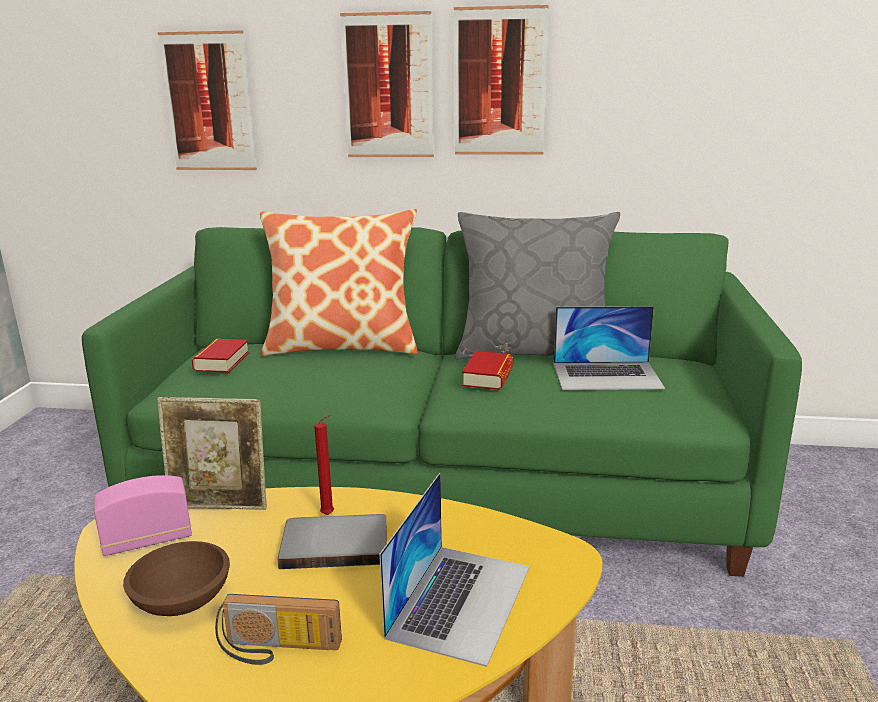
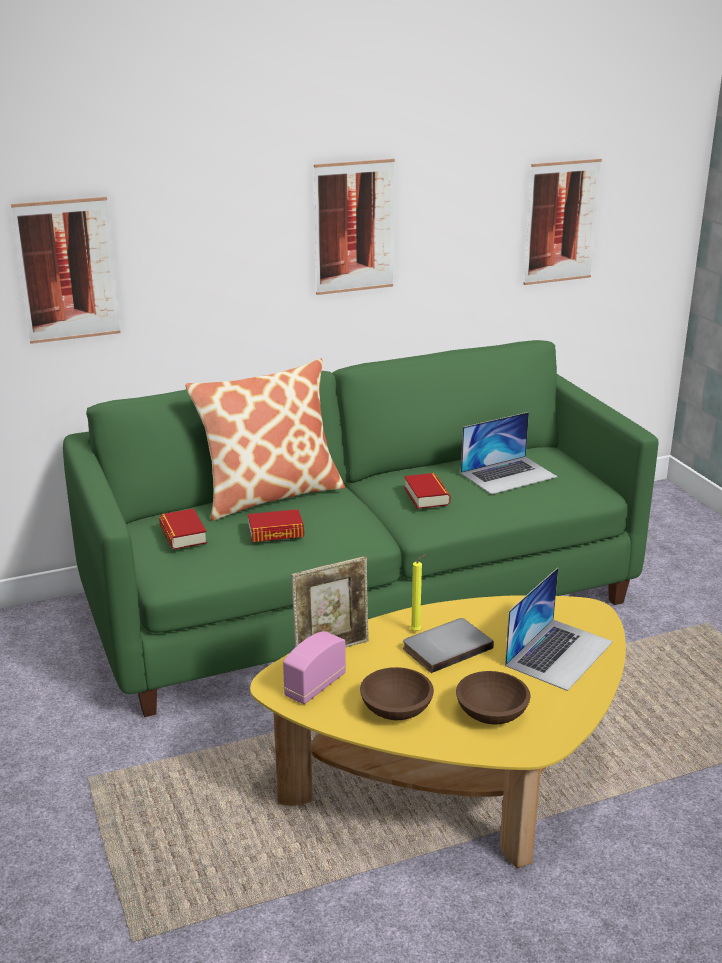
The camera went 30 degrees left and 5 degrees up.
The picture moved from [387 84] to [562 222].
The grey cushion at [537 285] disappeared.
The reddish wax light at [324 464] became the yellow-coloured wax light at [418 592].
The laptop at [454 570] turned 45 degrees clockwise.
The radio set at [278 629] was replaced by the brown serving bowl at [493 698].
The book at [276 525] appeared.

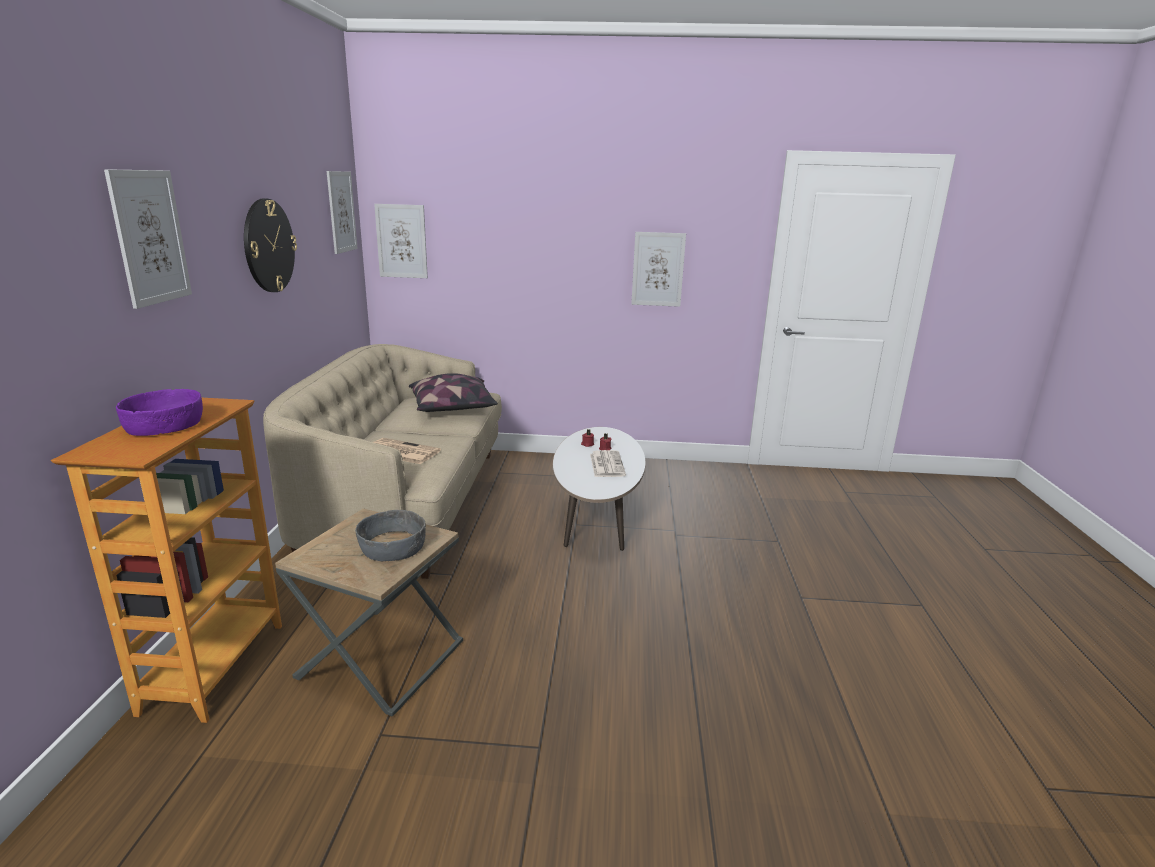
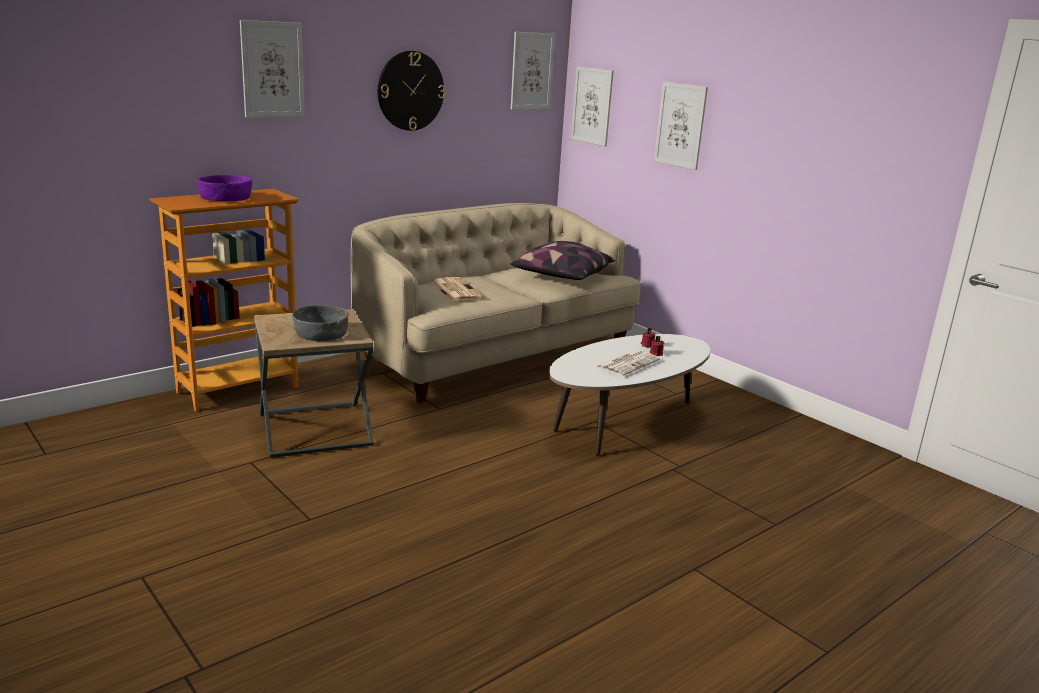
The camera went 45 degrees right and 0 degrees up.
The picture moved from [658 269] to [681 126].

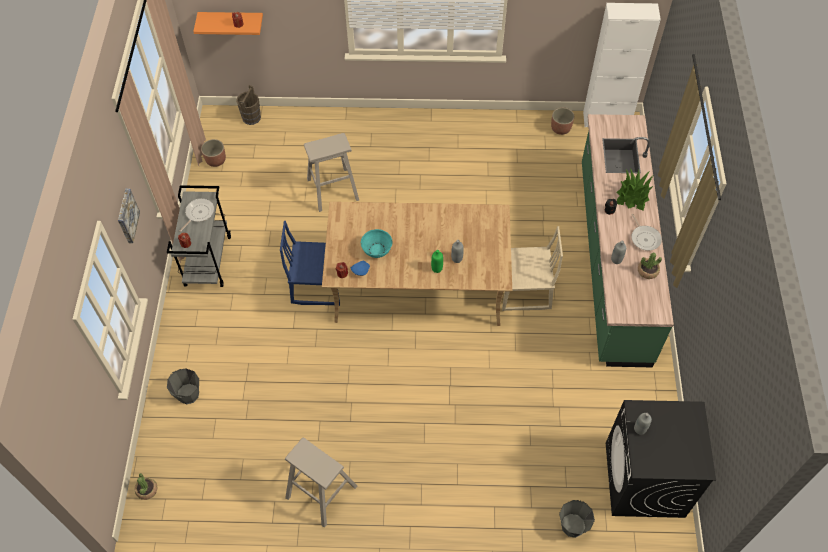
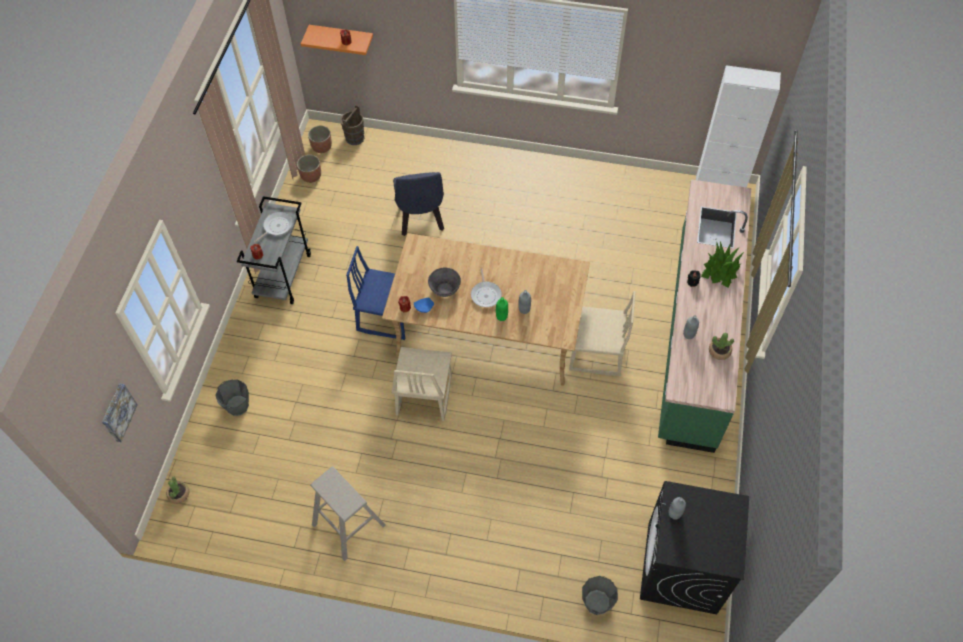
The camera went 10 degrees right and 0 degrees up.
The flower pot moved from [562 121] to [320 139].
The sand-coloured sitting stool at [331 172] was replaced by the bluish chair at [418 204].
The picture moved from [129 216] to [120 412].
The pan moved from [646 232] to [486 287].
The turquoise-coloured serving bowl at [376 243] became the grey serving bowl at [444 282].
The sand-coloured chair at [422 384] appeared.

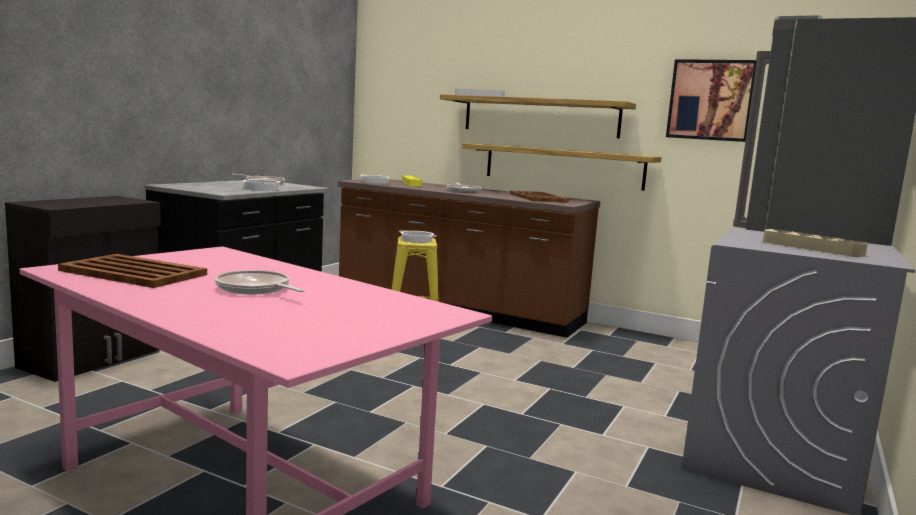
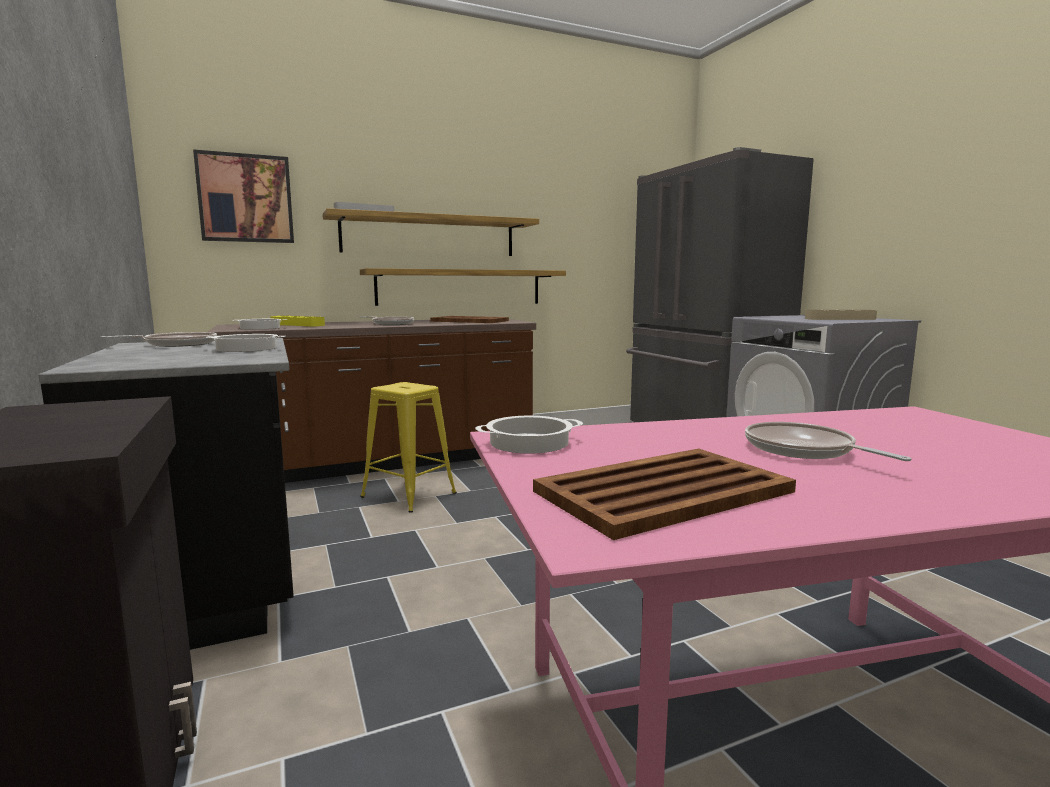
The camera went 50 degrees left and 0 degrees up.
The picture moved from [711 100] to [243 196].
The saucepot moved from [417 236] to [529 434].
The pan at [260 282] turned 75 degrees clockwise.

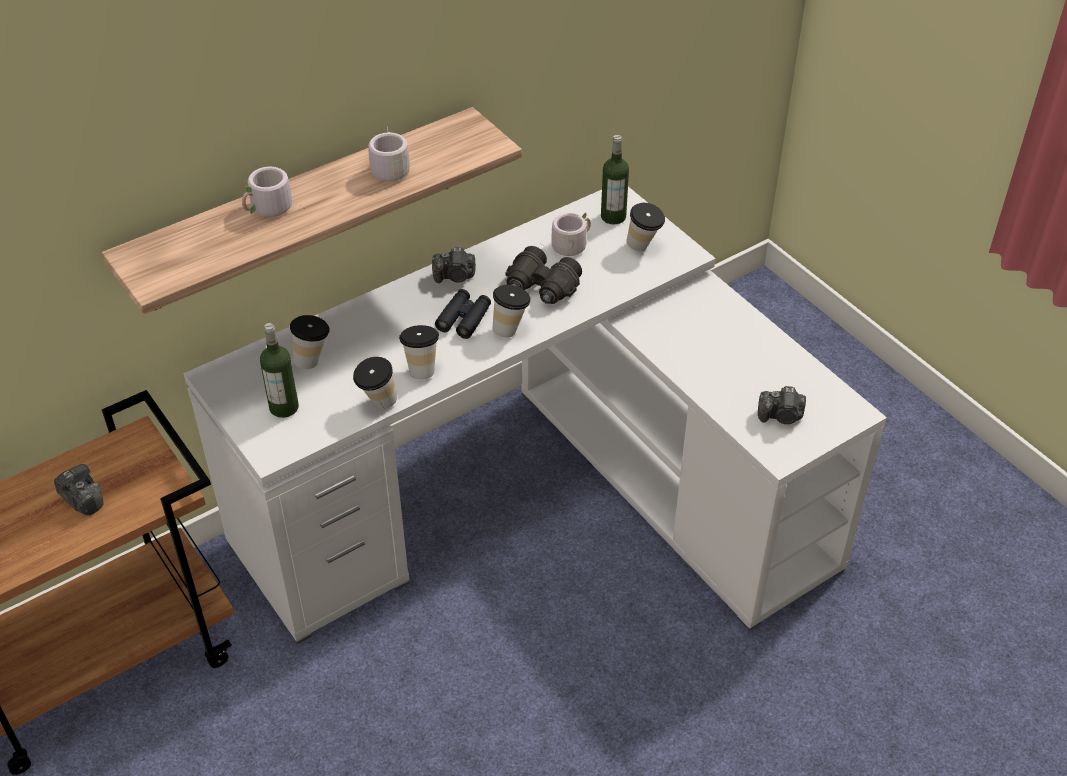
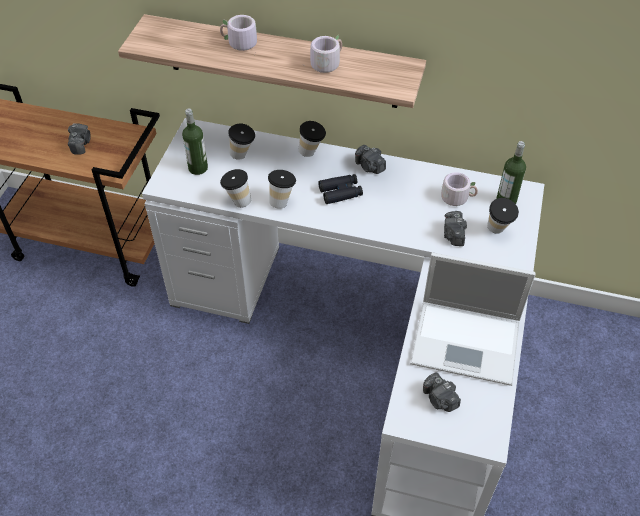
The camera went 50 degrees right and 5 degrees up.
The blackish field glasses at [543 275] disappeared.
The drinking cup moved from [511 311] to [312 139].
The still camera at [455 228] appeared.
The laptop at [473 319] appeared.

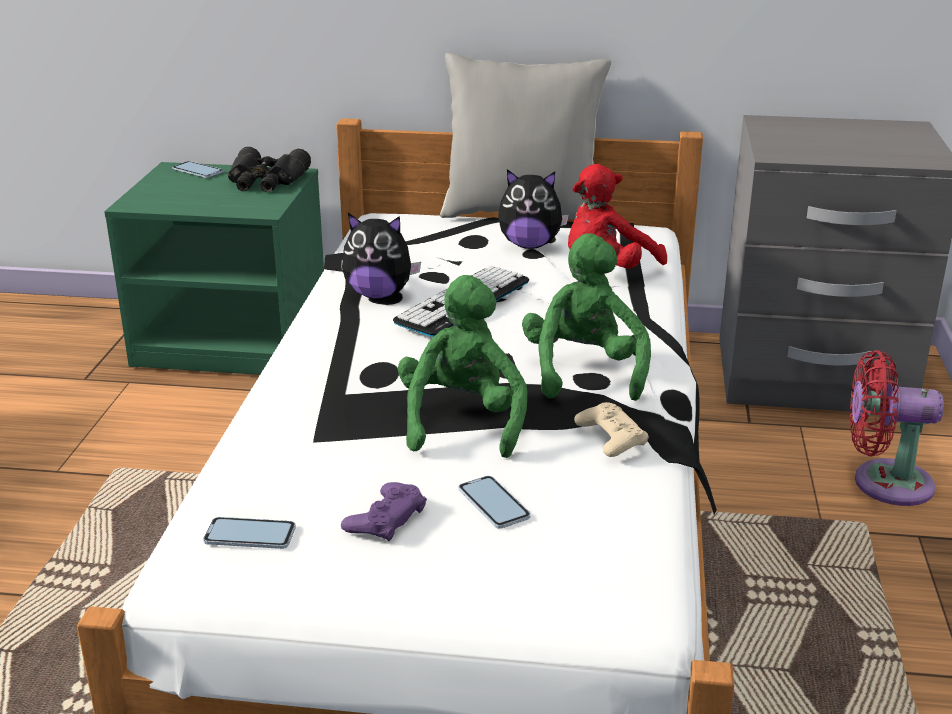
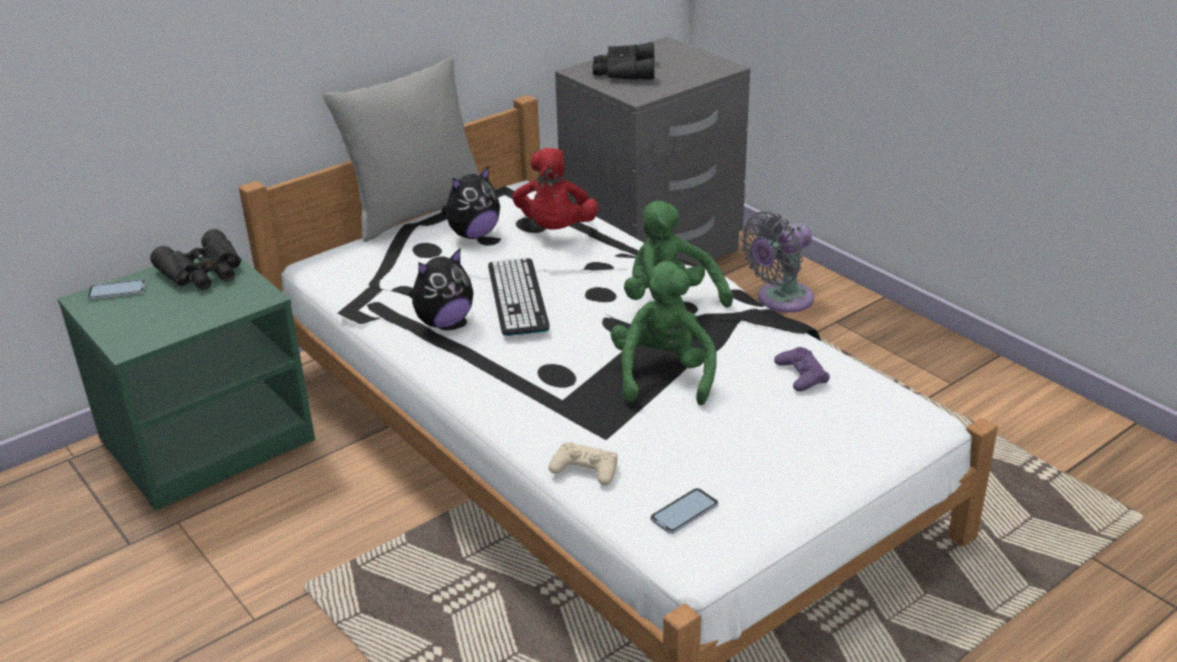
The camera went 45 degrees left and 5 degrees up.
The green-coloured plush toy at [462 366] turned 45 degrees clockwise.
The reddish cooling fan at [897 428] became the grey cooling fan at [777 262].
The sand-coloured gamepad moved from [611 429] to [583 463].
The telephone at [494 502] disappeared.
The purple gamepad moved from [384 511] to [802 369].
The blackish field glasses at [624 61] appeared.

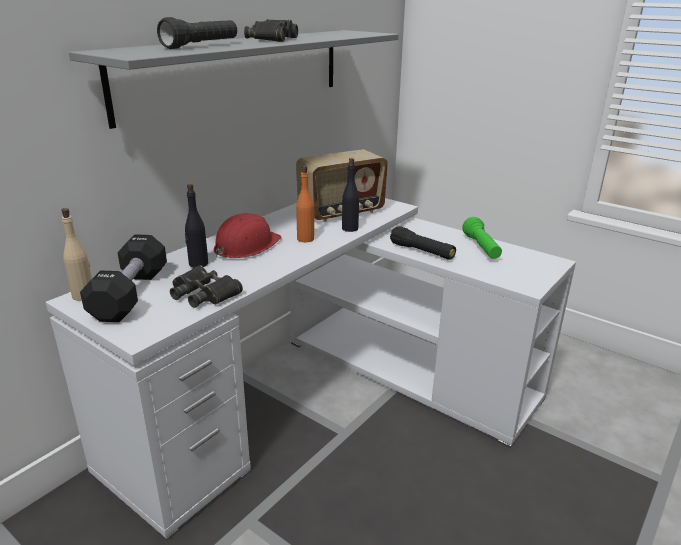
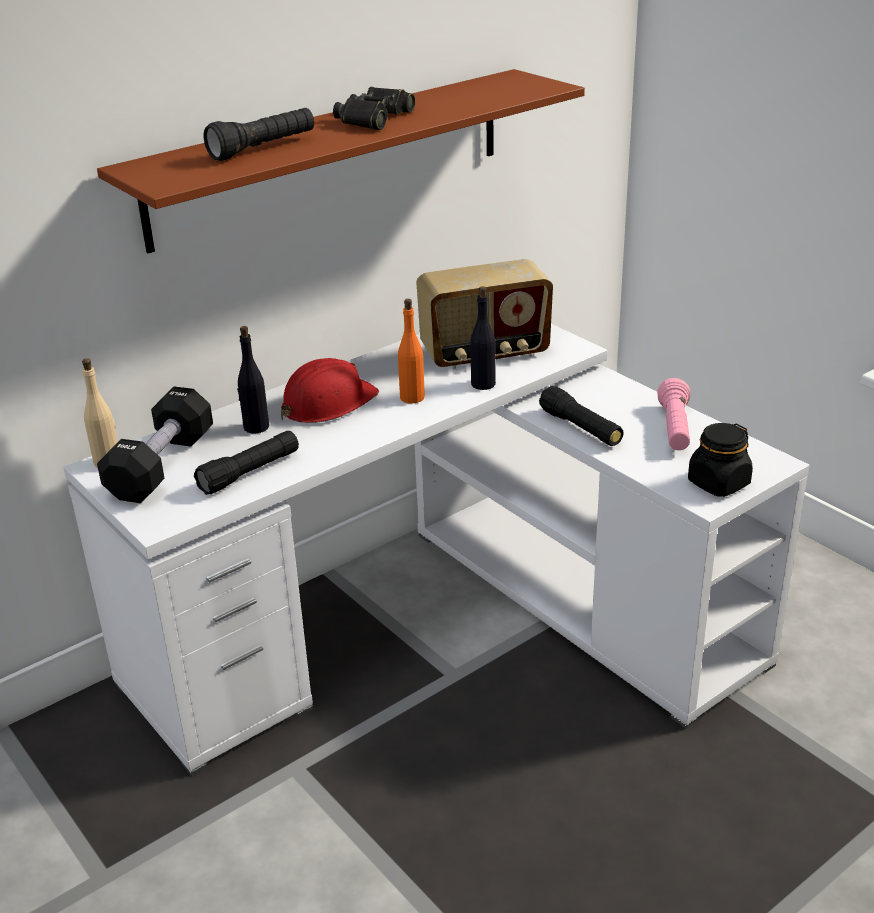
The camera went 15 degrees right and 5 degrees up.
The grey bracket shelf at [234 79] became the brown bracket shelf at [341 161].
The green-coloured hand torch at [482 238] became the pinkish hand torch at [673 414].
The blackish field glasses at [206 286] was replaced by the blackish hand torch at [246 463].
The blackish preserve jar at [720 460] appeared.

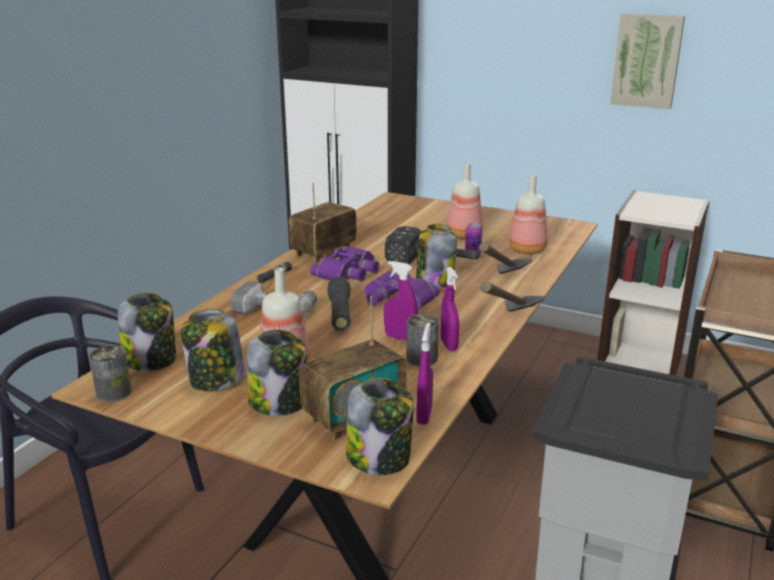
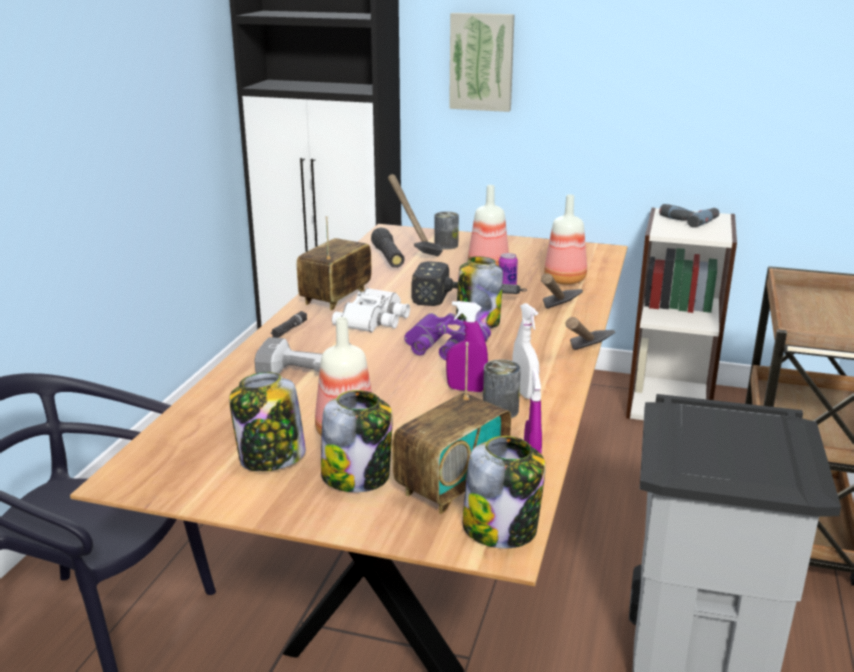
The camera went 10 degrees left and 0 degrees up.
The picture moved from [647 61] to [482 62].
The purple field glasses at [345 264] became the white field glasses at [371 310].
The purple hand sprayer at [450 309] became the white hand sprayer at [525 351].
The blackish hand torch moved from [339 303] to [388 247].
The preserve jar at [147 332] disappeared.
The metal can moved from [110 373] to [447 231].
The hammer at [415 215] appeared.
The drill at [689 216] appeared.

